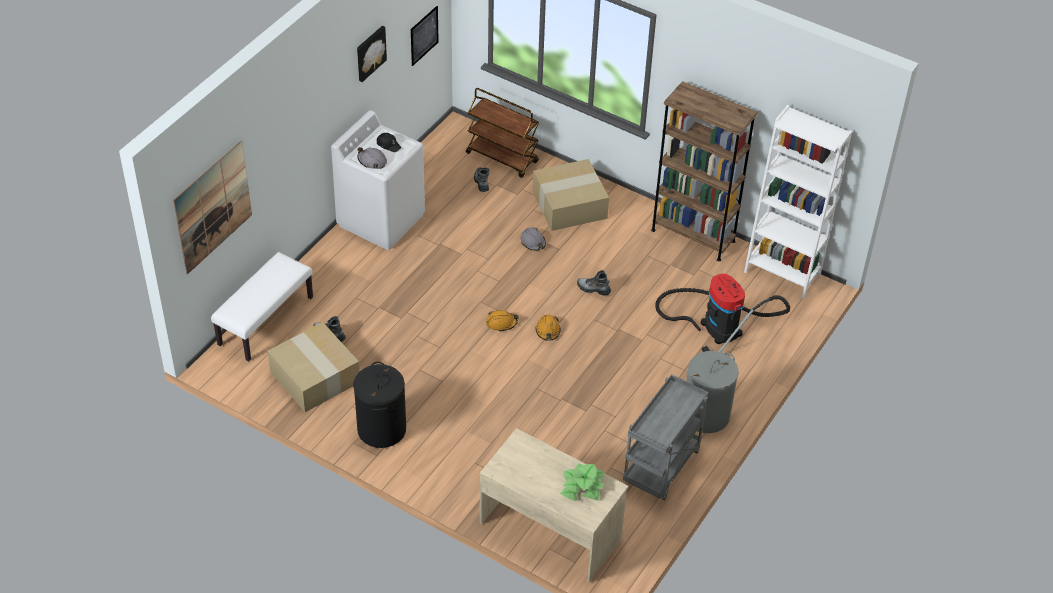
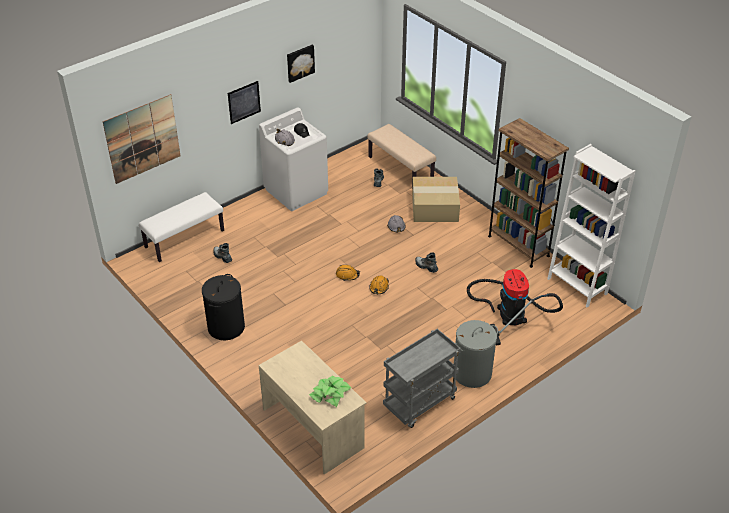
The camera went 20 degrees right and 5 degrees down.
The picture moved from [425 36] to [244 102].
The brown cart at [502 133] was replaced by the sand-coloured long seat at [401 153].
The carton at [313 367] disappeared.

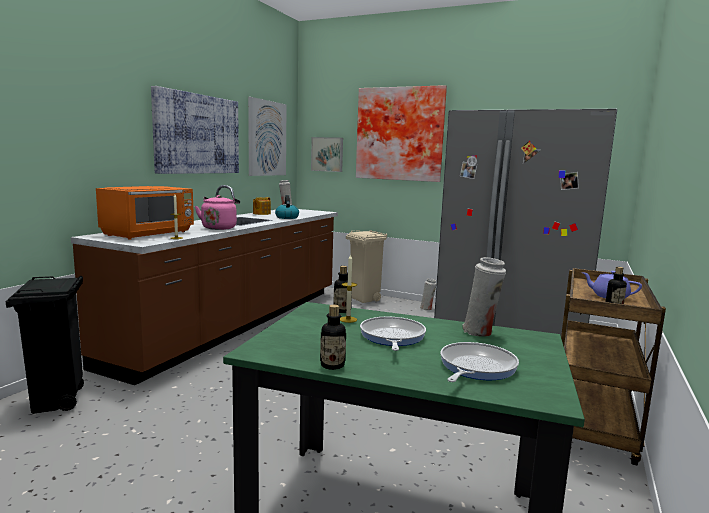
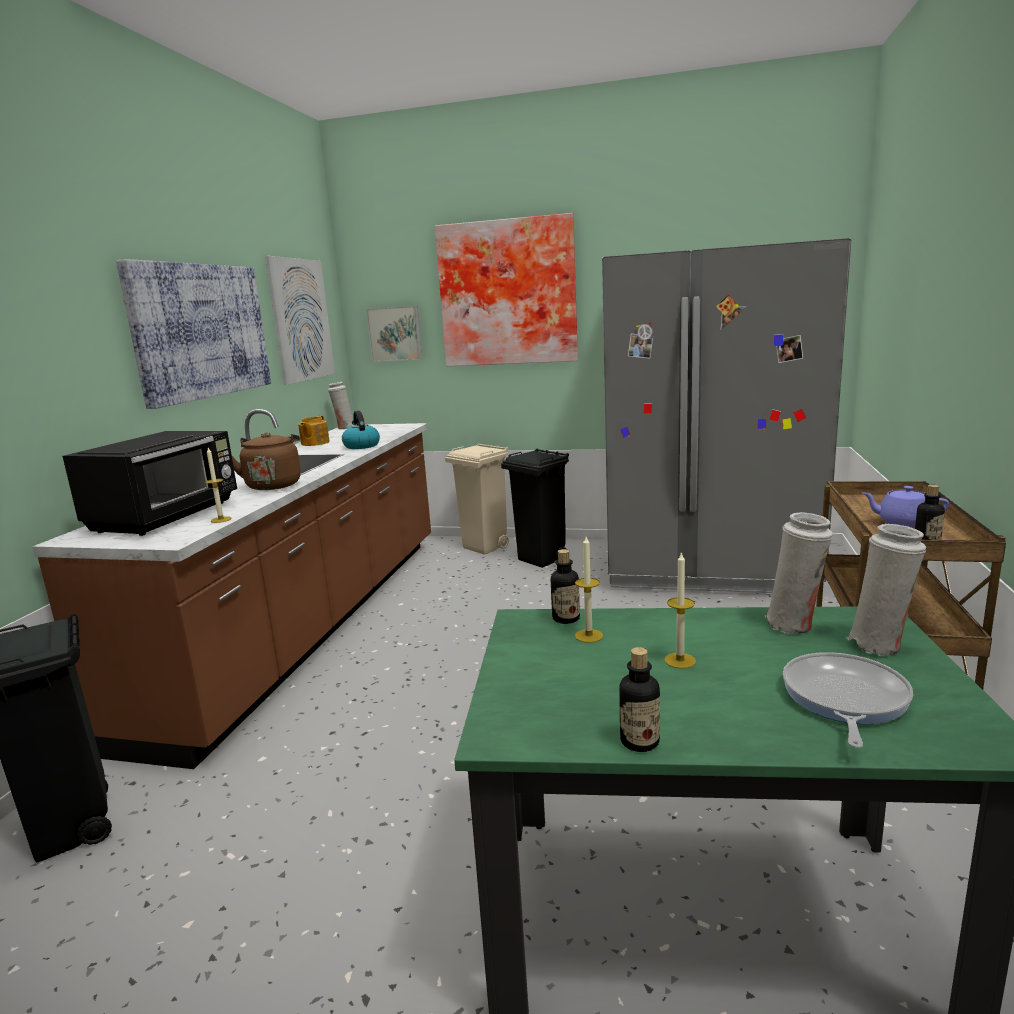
The camera went 10 degrees left and 5 degrees up.
The orange kitchen microwave at [145 212] became the blackish kitchen microwave at [150 483].
The pinkish tea kettle at [217 212] became the brown tea kettle at [266 461].
The white flower vase moved from [428 294] to [885 590].
The pan at [393 334] was replaced by the wax light at [680 610].
The blackish waste bin at [535 508] appeared.

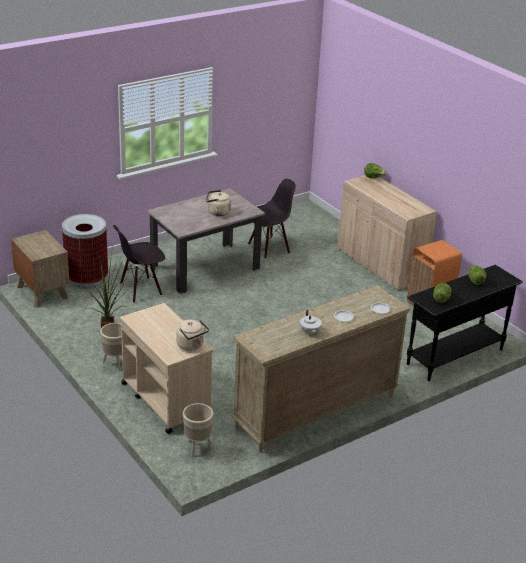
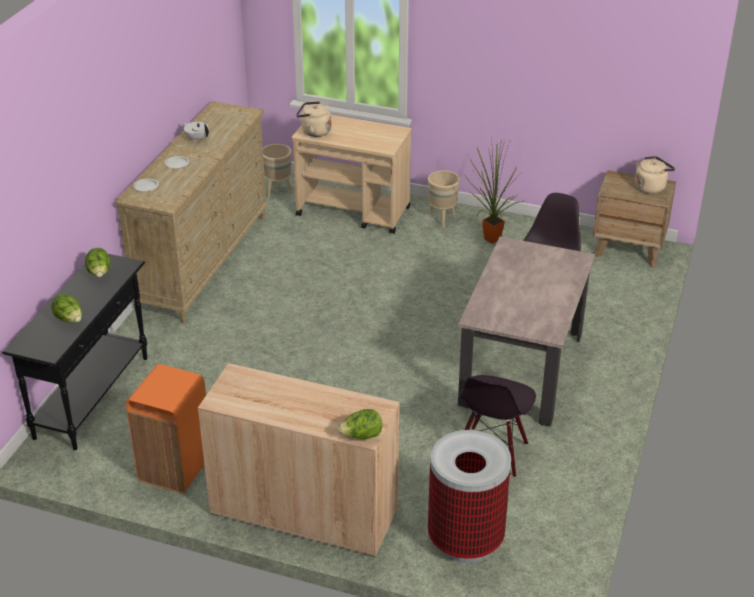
The camera went 145 degrees right and 5 degrees up.
The sand-coloured tea kettle moved from [218 203] to [655 175].
The waste bin moved from [85 251] to [469 496].

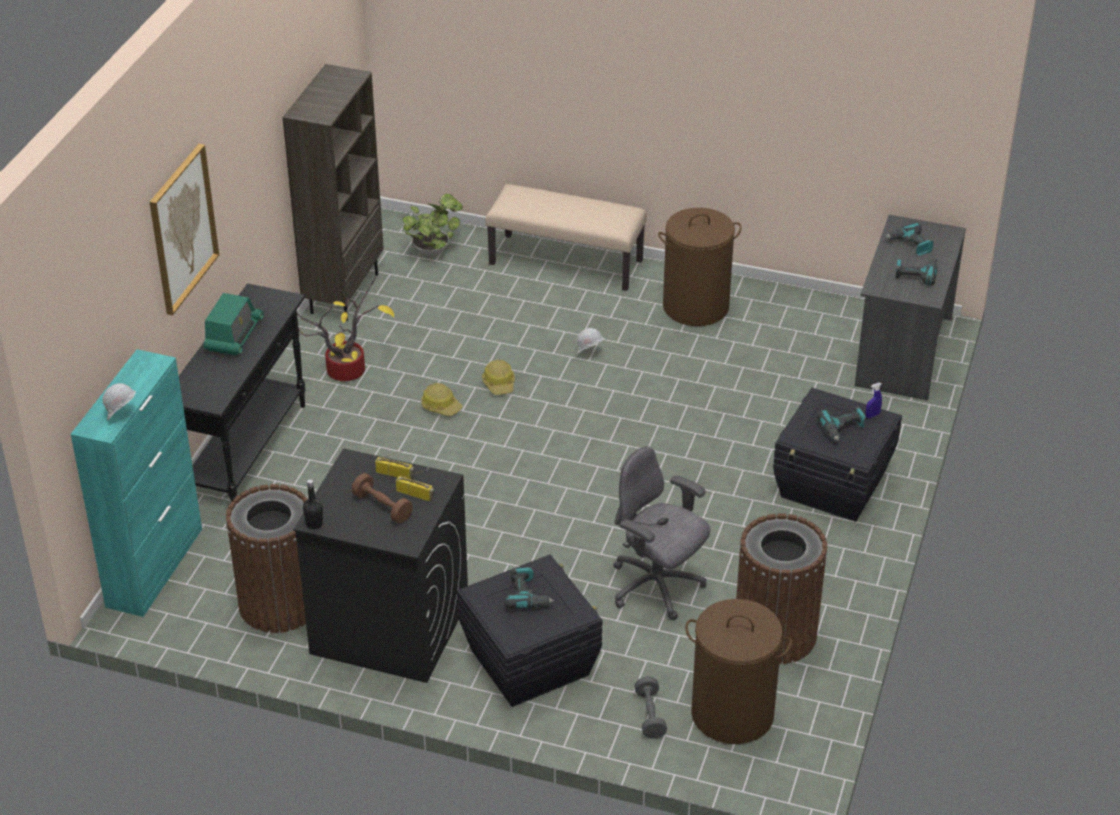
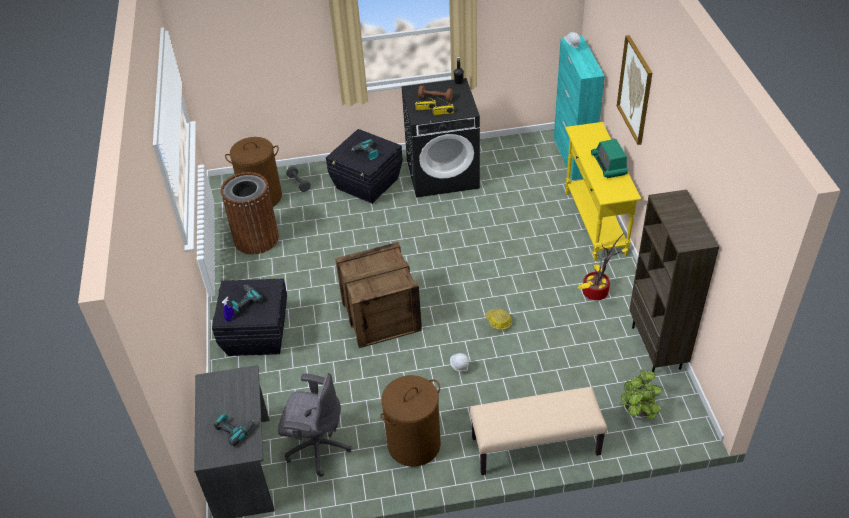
The camera went 155 degrees right and 5 degrees up.
The drill at [916 272] disappeared.
The blackish console table at [242 392] became the yellow-coloured console table at [603 191].
The hard hat at [441 399] disappeared.
The grey desk chair moved from [661 533] to [315 425].
The brown waste bin at [267 558] disappeared.
The crate at [378 295] appeared.

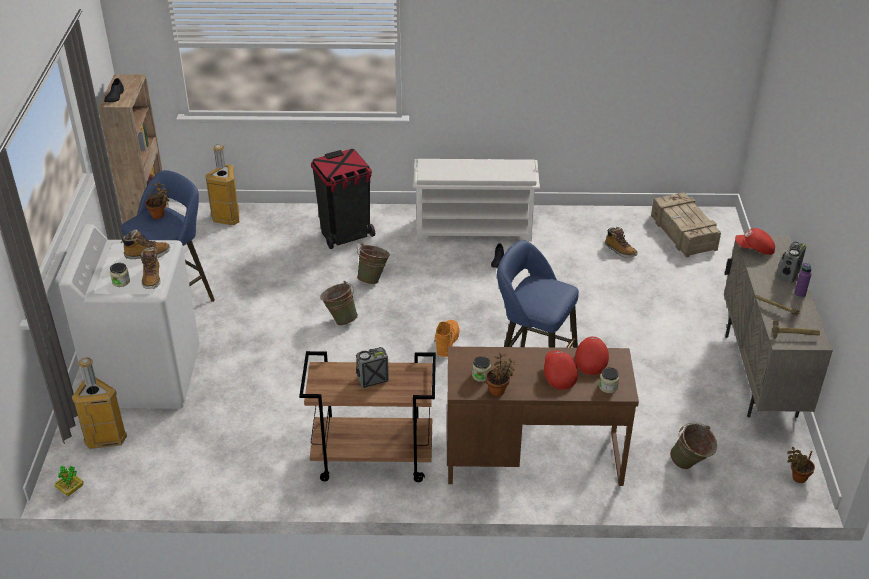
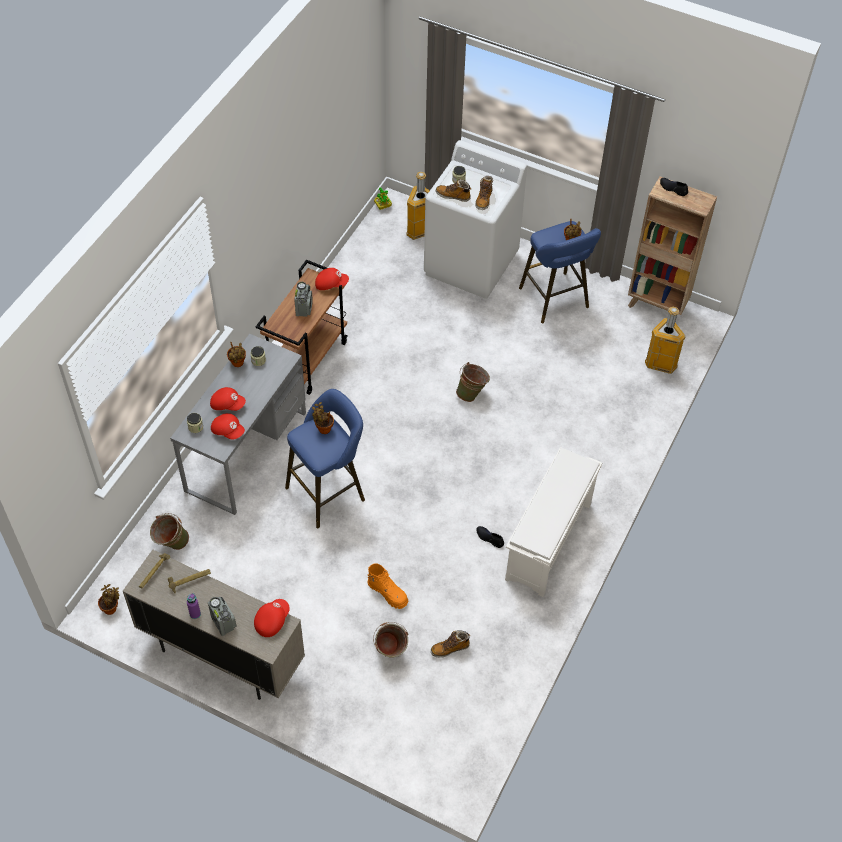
The camera went 115 degrees right and 15 degrees up.
The blackish waste bin at [343 199] disappeared.
The crate at [686 225] disappeared.
The green-coloured water bucket moved from [373 263] to [391 639].
The orange high-top boot moved from [447 338] to [387 586].
The brown desk table at [543 416] became the grey desk table at [238 424].
The reddish peaked cap at [332 279] appeared.
The houseplant at [323 418] appeared.

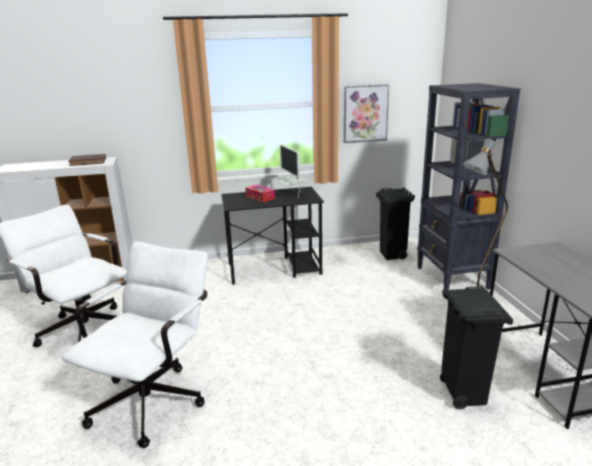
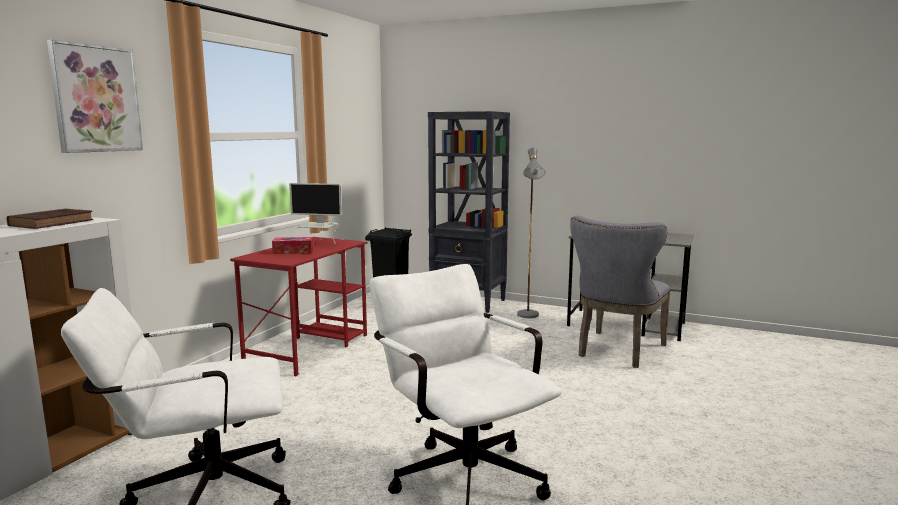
The camera went 55 degrees left and 10 degrees down.
The picture moved from [366 114] to [95 96].
The blackish desk table at [272 236] became the reddish desk table at [298 306].
The blackish waste bin at [476 347] was replaced by the grey chair at [620 291].

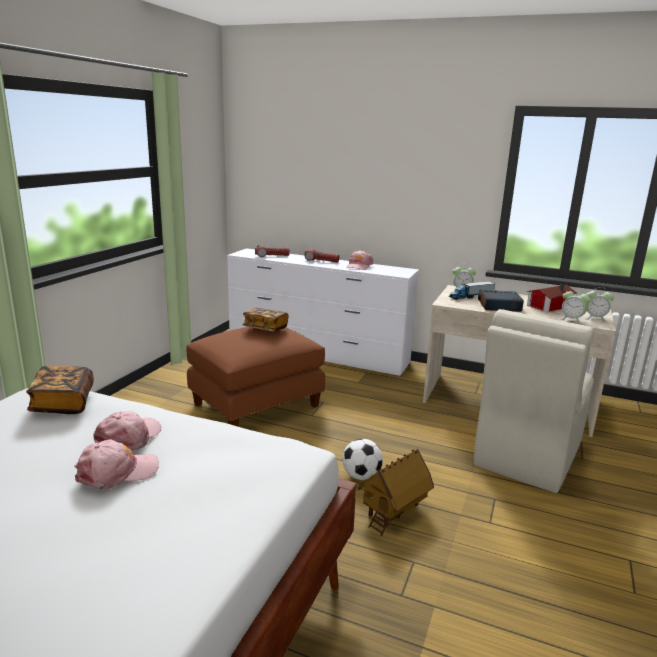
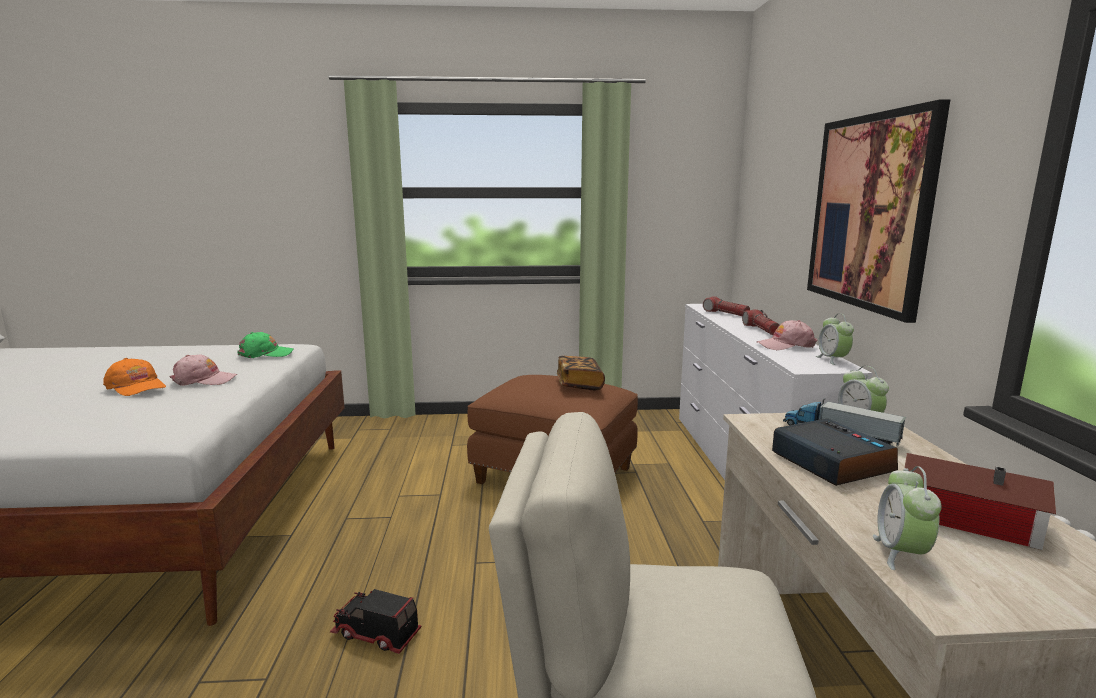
The camera went 65 degrees right and 5 degrees down.
The table clock moved from [600 304] to [835 339].
The book at [60 390] was replaced by the green-coloured peaked cap at [265 345].
The pinkish peaked cap at [116 464] became the orange peaked cap at [134 377].
The football ball at [362 459] disappeared.
The model house at [395 492] was replaced by the toy truck at [376 621].
The picture at [878 211] appeared.

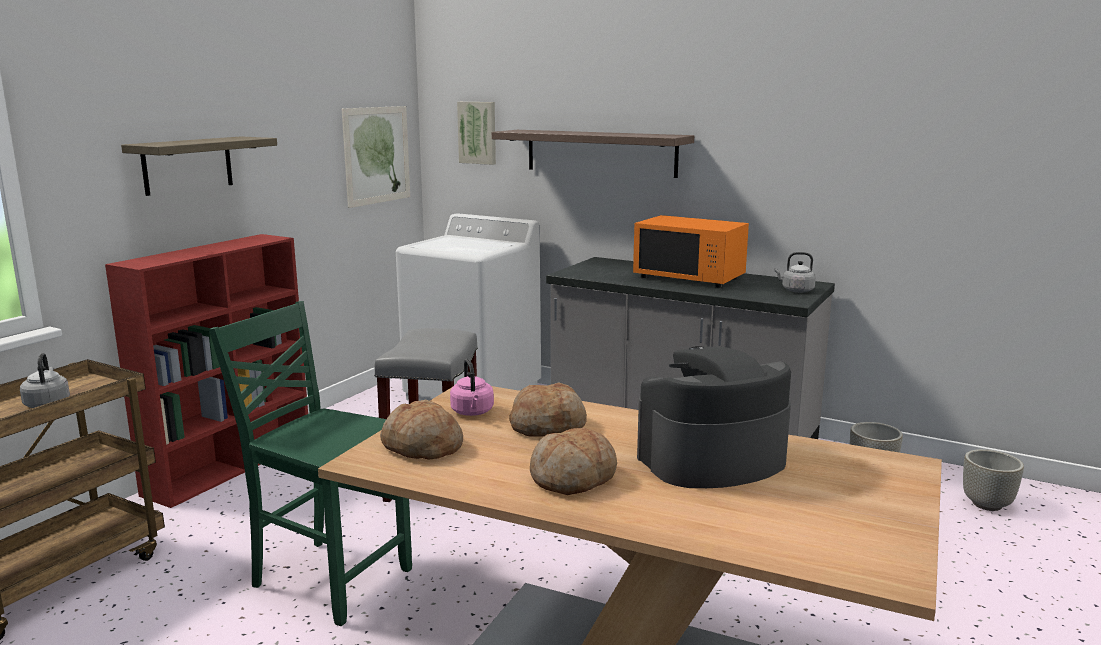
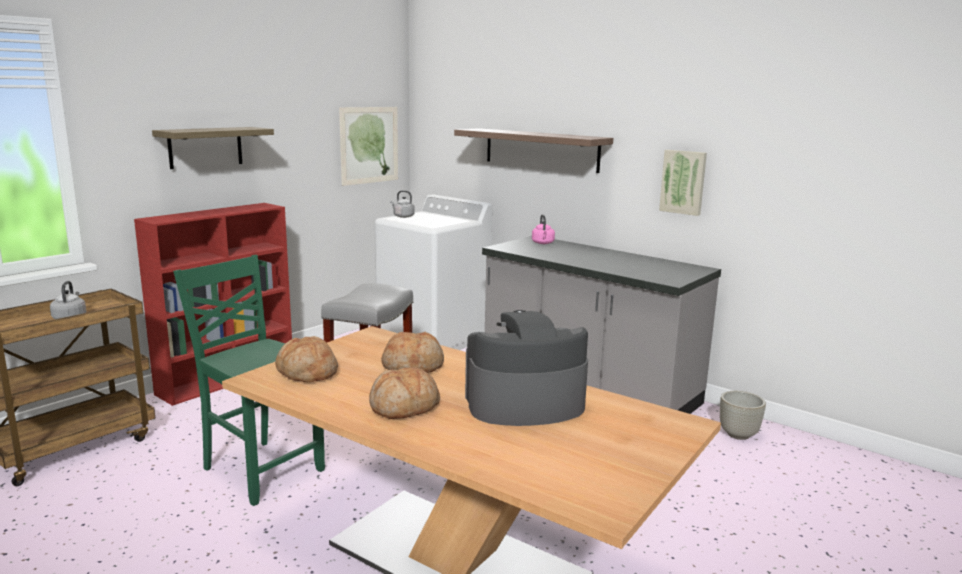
The camera went 10 degrees right and 0 degrees up.
The picture moved from [476 133] to [683 183].
The orange kitchen microwave at [691 251] disappeared.
The grey tea kettle moved from [795 272] to [402 204].
The pinkish tea kettle moved from [472 387] to [543 229].
The grey flower pot at [993 480] disappeared.

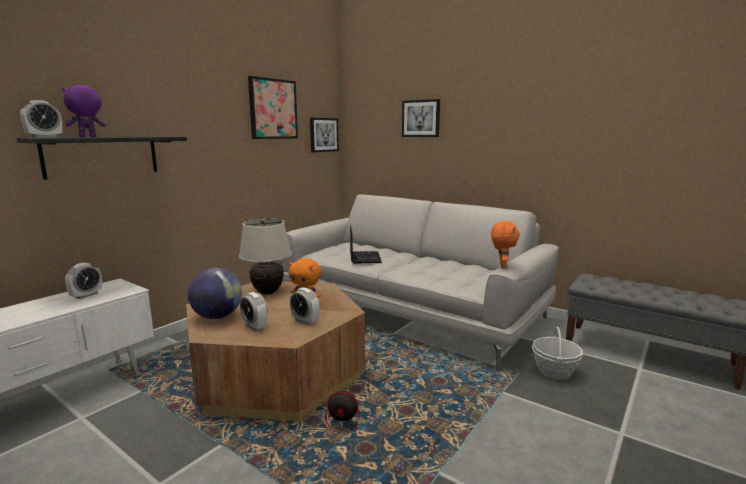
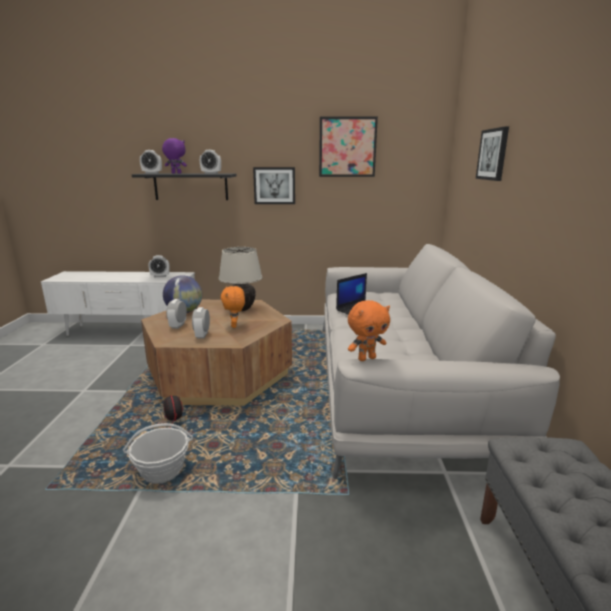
The camera went 55 degrees right and 5 degrees up.
The picture moved from [324 135] to [274 185].
The storage basket moved from [557 353] to [158 453].
The table clock at [210 162] appeared.

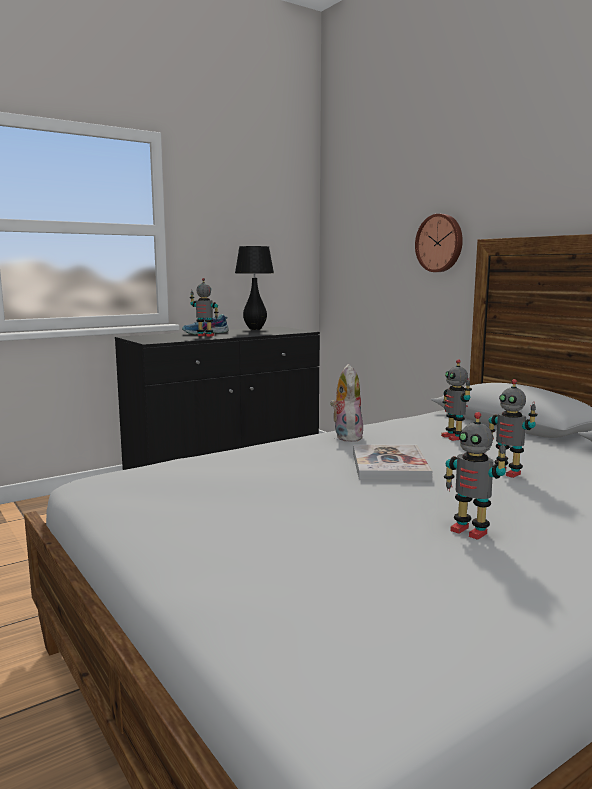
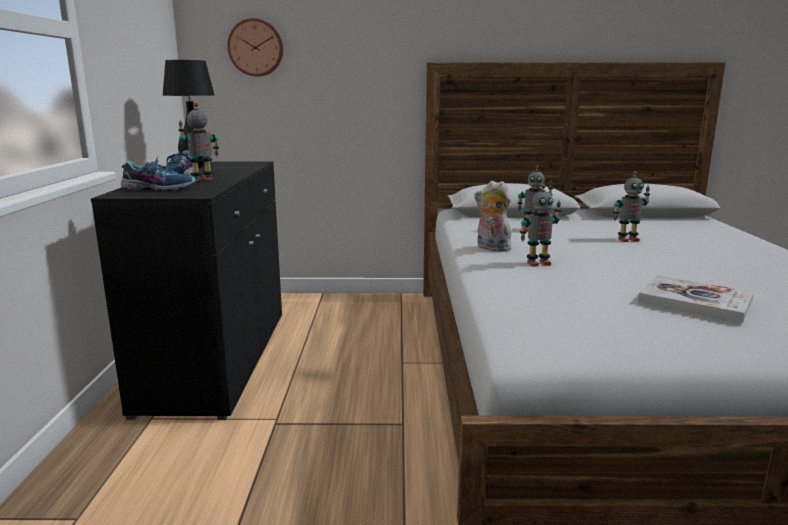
The camera went 55 degrees left and 5 degrees up.
The wall clock moved from [439 243] to [255 47].
The toy robot moved from [476 476] to [541 225].
The book moved from [392 462] to [696 299].
The shoe at [158 174] appeared.

